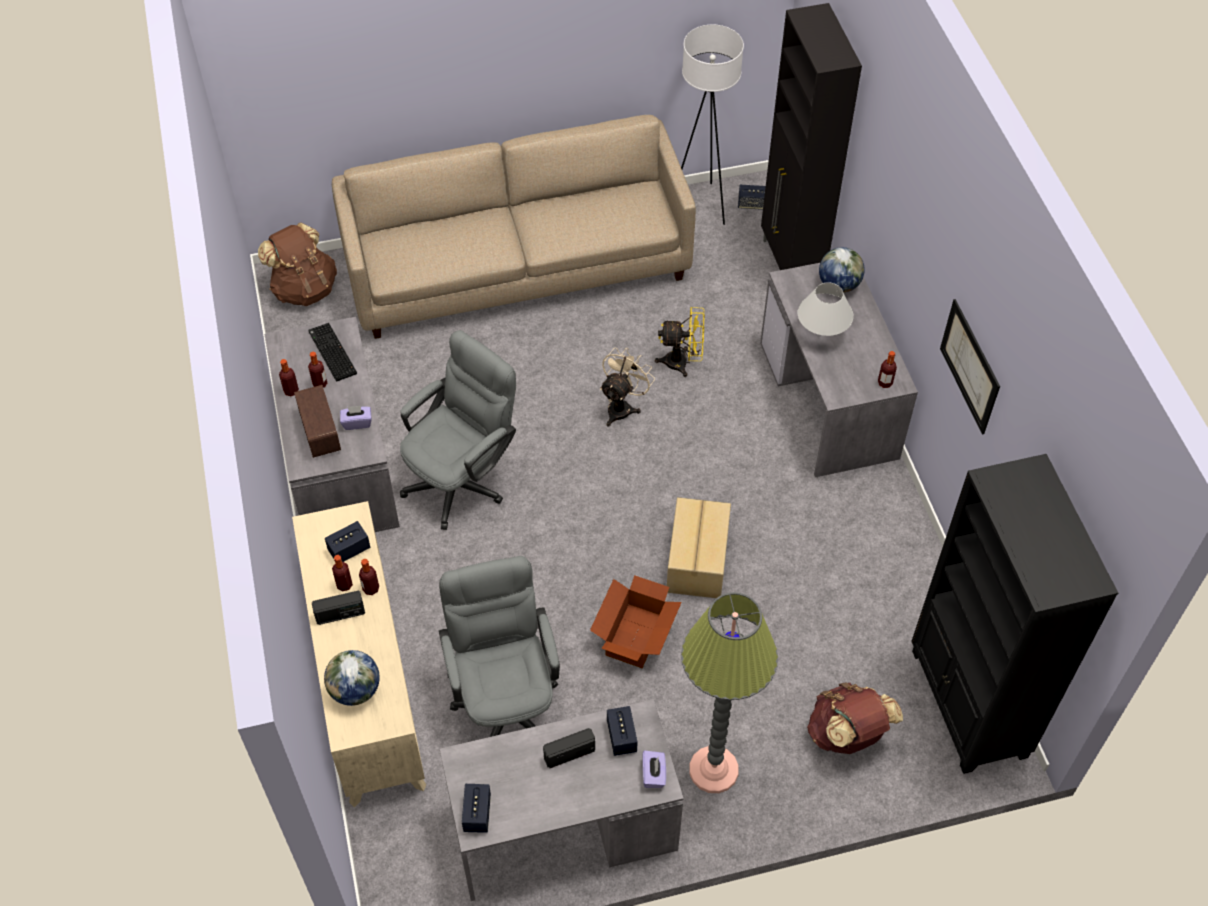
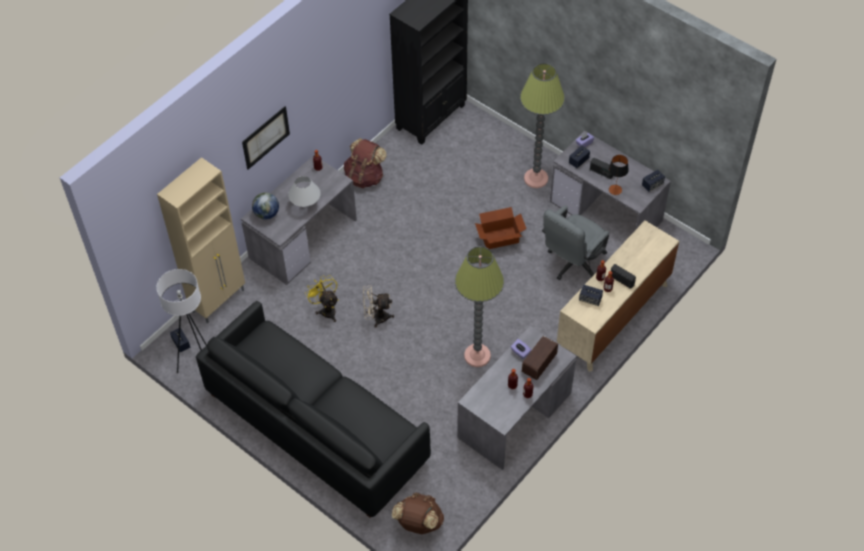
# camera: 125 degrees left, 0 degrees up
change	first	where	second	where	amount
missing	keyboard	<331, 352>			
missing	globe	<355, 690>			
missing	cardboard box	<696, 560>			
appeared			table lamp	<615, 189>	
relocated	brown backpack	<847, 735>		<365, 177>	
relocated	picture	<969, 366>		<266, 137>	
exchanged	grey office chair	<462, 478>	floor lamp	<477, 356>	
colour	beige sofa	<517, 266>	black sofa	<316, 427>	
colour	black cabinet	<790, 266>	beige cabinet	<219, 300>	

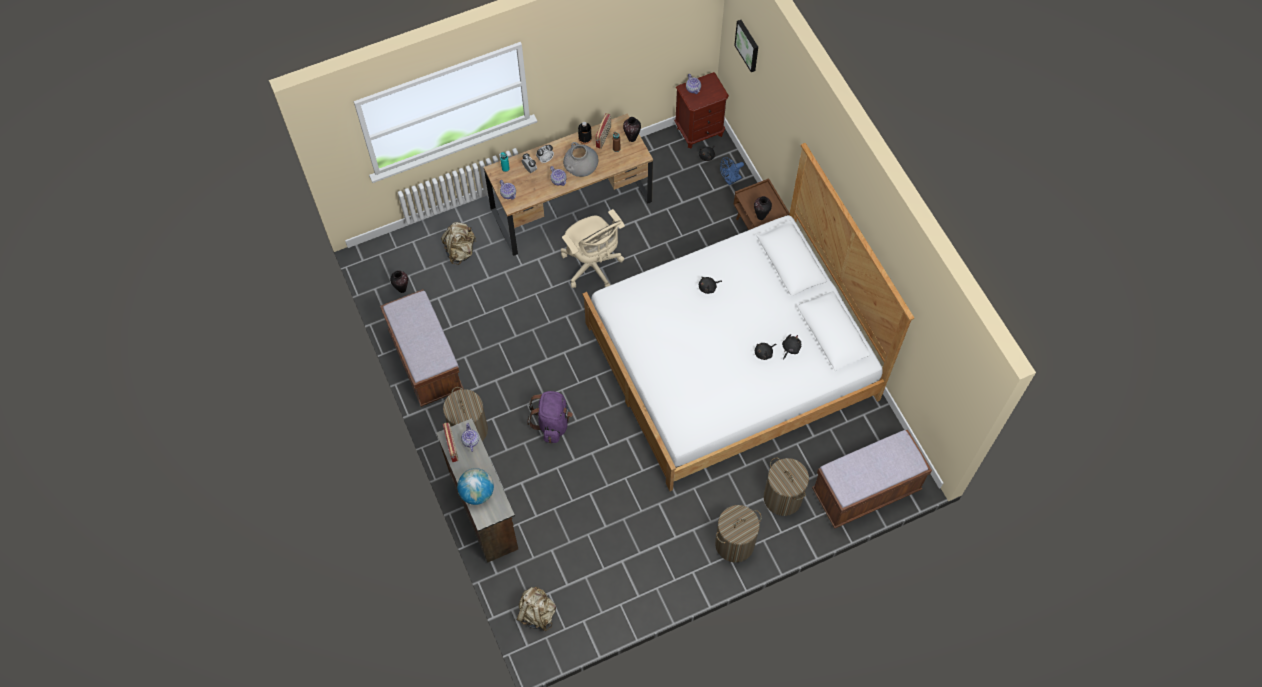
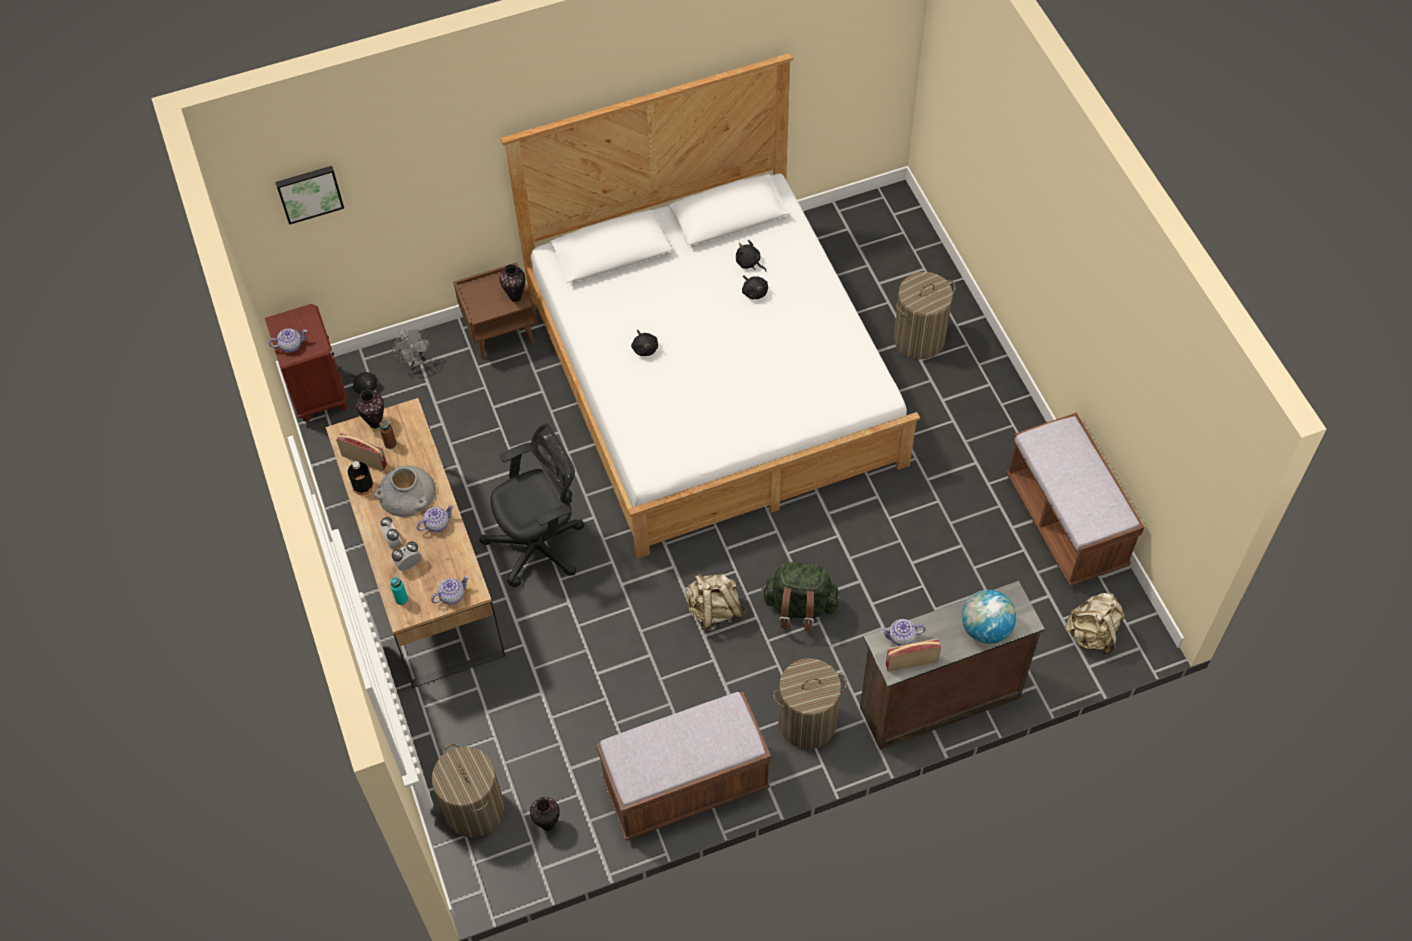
# camera: 85 degrees left, 5 degrees down
change	first	where	second	where	amount
relocated	beige backpack	<460, 251>		<714, 611>	
relocated	laundry basket	<734, 543>		<474, 809>	
relocated	brown bench	<866, 491>		<1065, 522>	
colour	purple backpack	<552, 422>	green backpack	<800, 607>	
colour	beige office chair	<593, 267>	black office chair	<540, 545>	
colour	blue fan	<730, 180>	grey fan	<414, 361>	

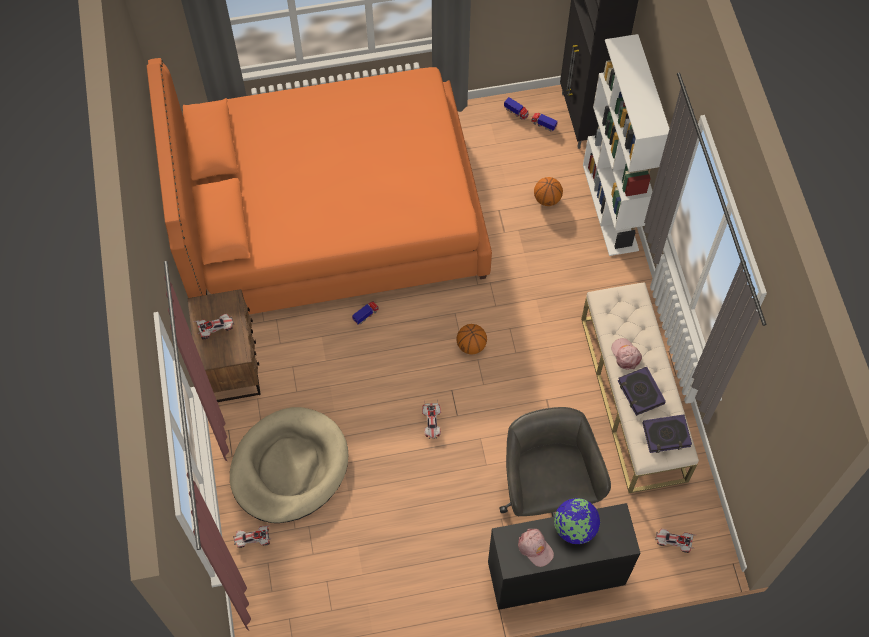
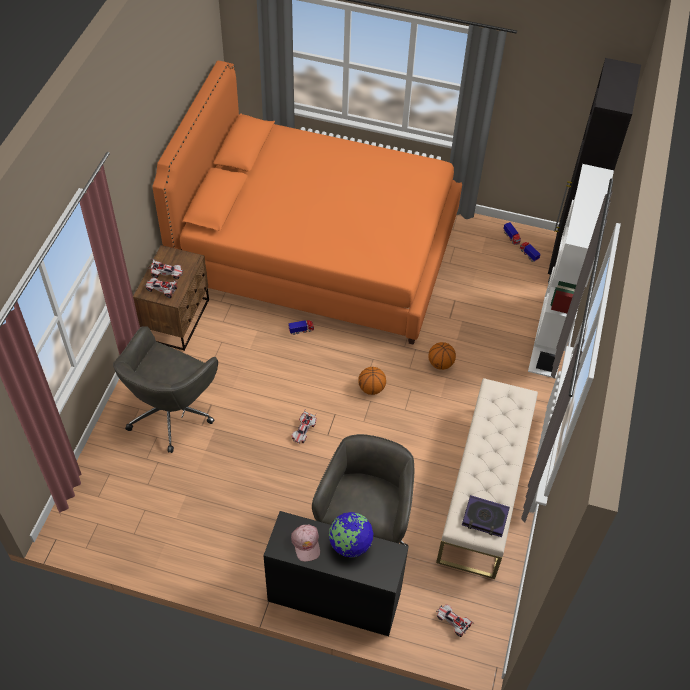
# camera: 25 degrees right, 10 degrees down
change	first	where	second	where	amount
missing	pink cap	<625, 355>			
missing	book	<640, 392>			
relocated	toy car	<253, 539>		<162, 290>	
relocated	basketball	<547, 199>		<440, 364>	
exchanged	beige dog bed	<289, 467>	grey office chair	<172, 412>	

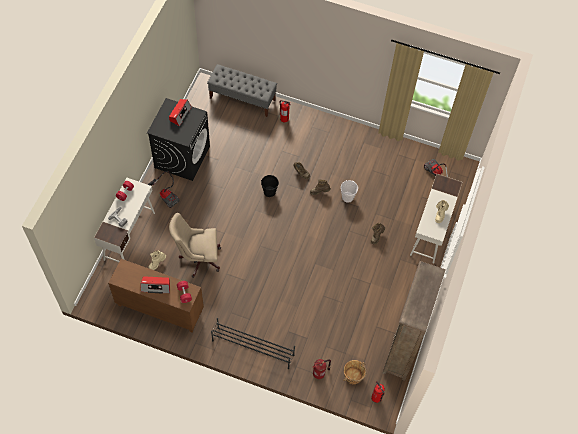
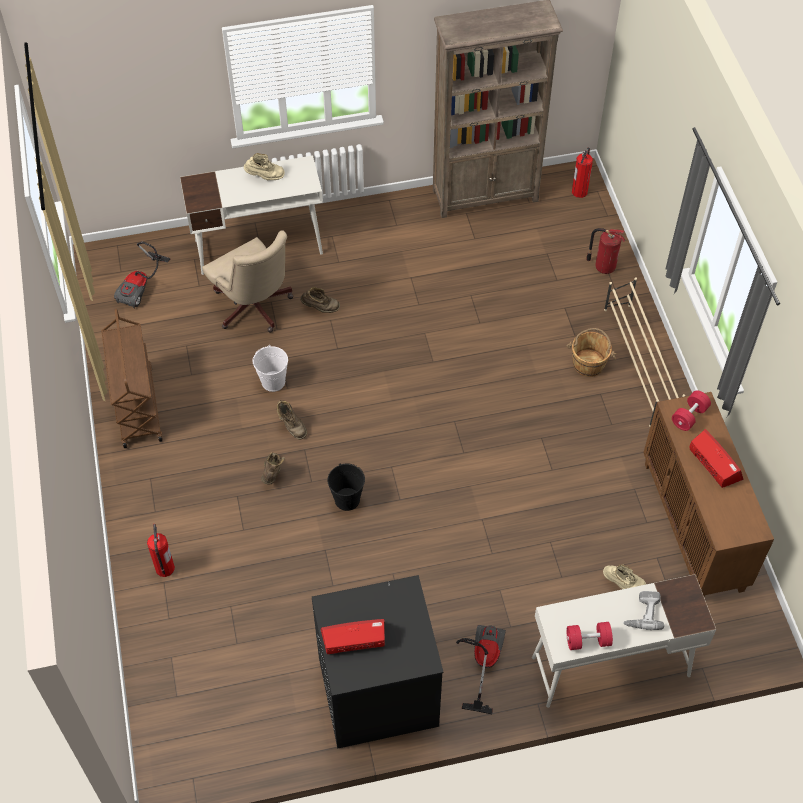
# camera: 120 degrees left, 5 degrees down
change	first	where	second	where	amount
missing	grey bench	<242, 99>			
appeared			brown cart	<137, 406>	
relocated	beige office chair	<198, 258>		<254, 309>	
relocated	brown bucket	<353, 376>		<588, 363>	
colour	black shoe rack	<252, 347>	beige shoe rack	<639, 364>	

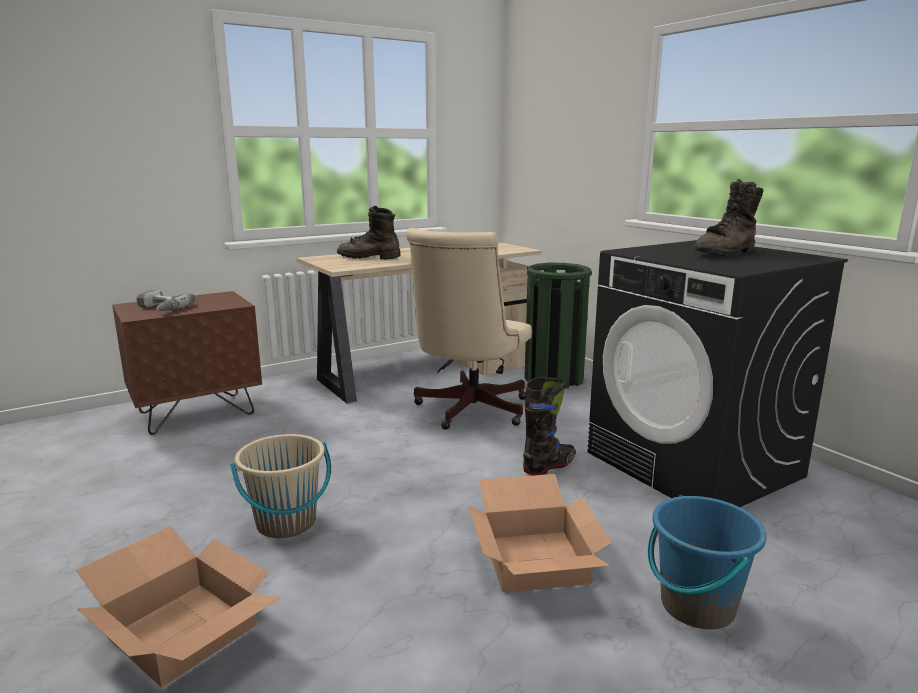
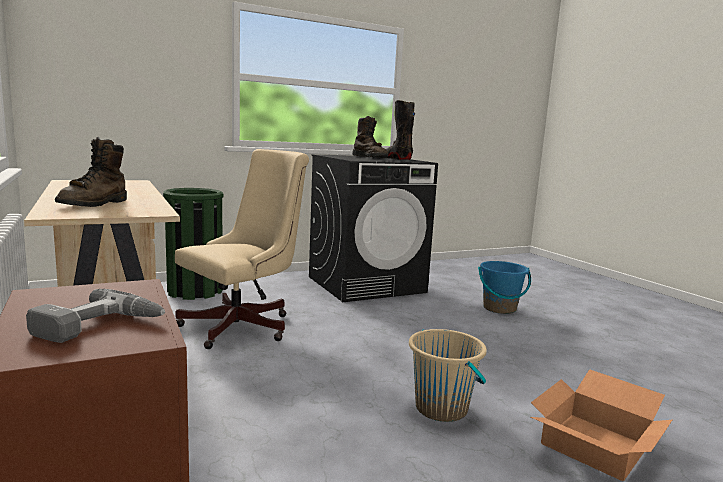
# camera: 85 degrees left, 5 degrees down
change	first	where	second	where	amount
missing	cardboard box	<537, 560>			
relocated	black boot	<549, 466>		<397, 158>	
spun	beige office chair	<468, 411>		<244, 326>	75 degrees counterclockwise

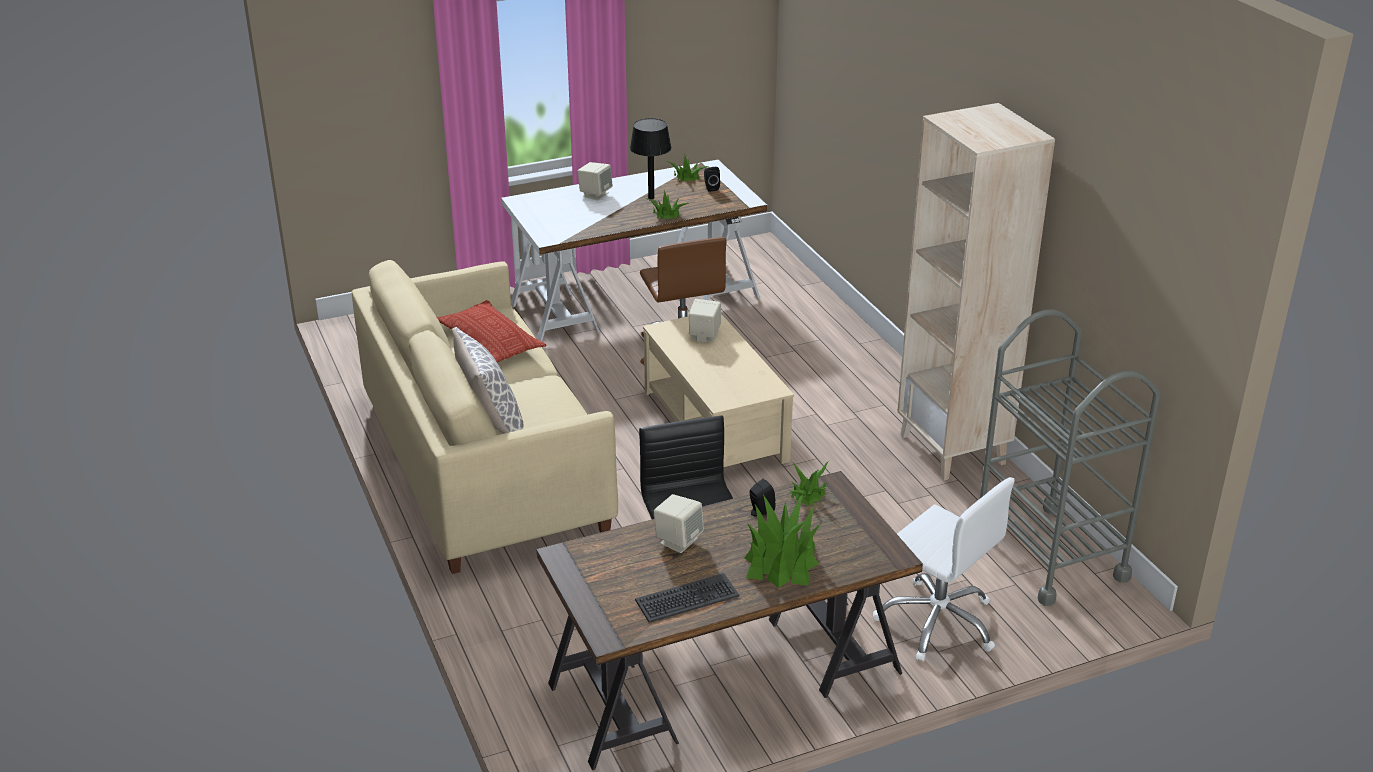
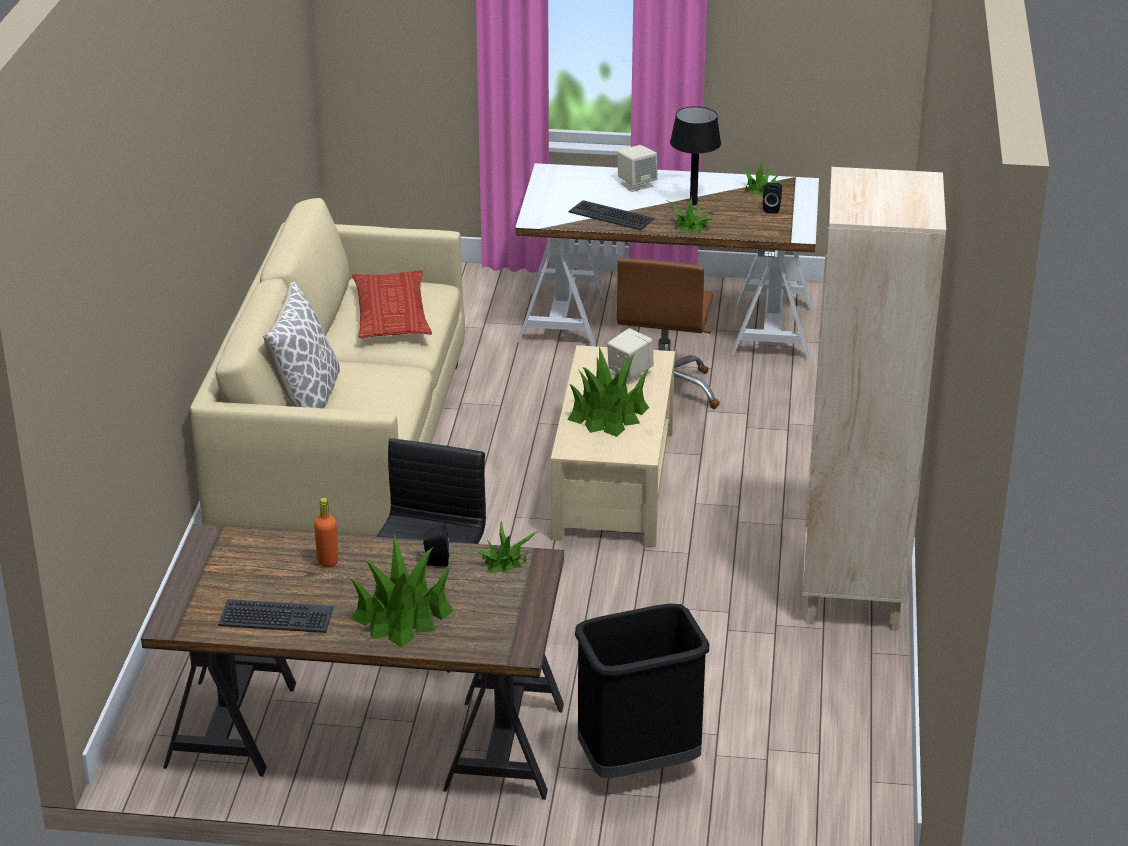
# camera: 30 degrees right, 0 degrees up
change	first	where	second	where	amount
missing	grey cart	<1049, 553>			
appeared			potted plant	<608, 414>	
appeared			keyboard	<611, 216>	
exchanged	beige speaker	<678, 540>	orange bottle	<328, 561>	
exchanged	white office chair	<938, 622>	black trash can	<638, 764>	

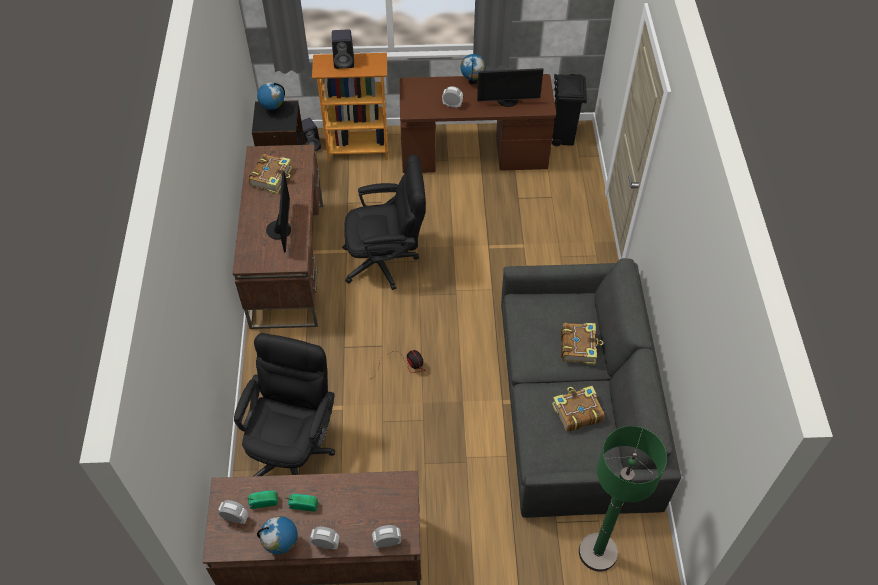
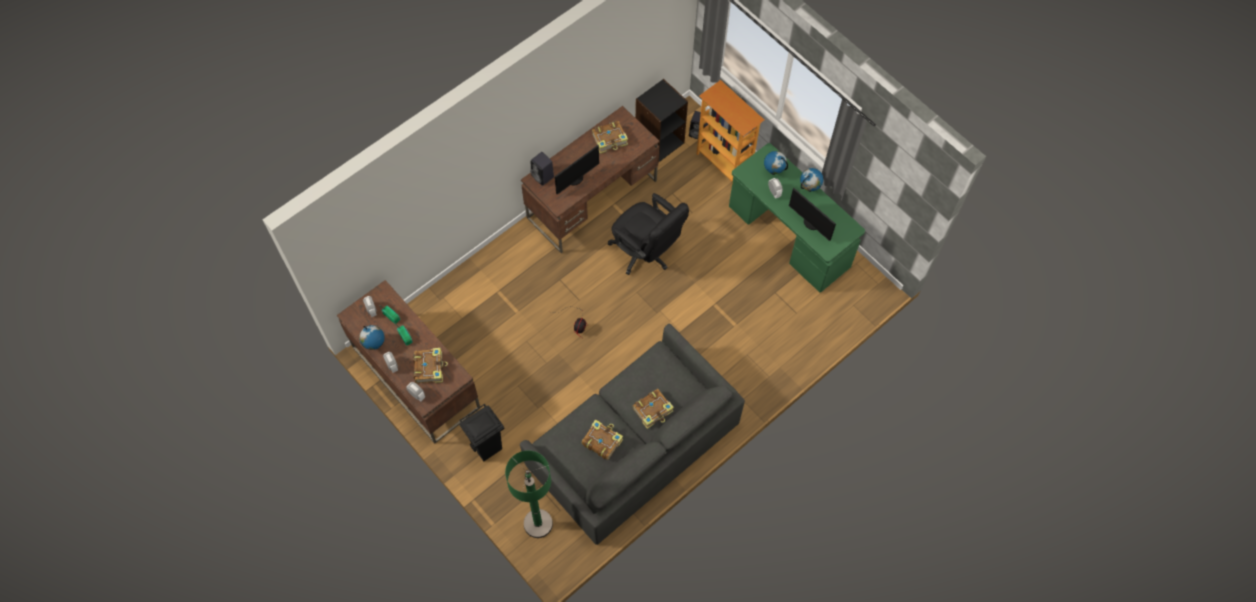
# camera: 50 degrees right, 10 degrees up
change	first	where	second	where	amount
missing	black office chair	<294, 447>			
appeared			book	<430, 368>	
relocated	globe	<273, 110>		<773, 171>	
relocated	black speaker	<345, 62>		<543, 176>	
relocated	black trash can	<562, 137>		<487, 447>	
colour	brown desk	<474, 154>	green desk	<789, 236>	

